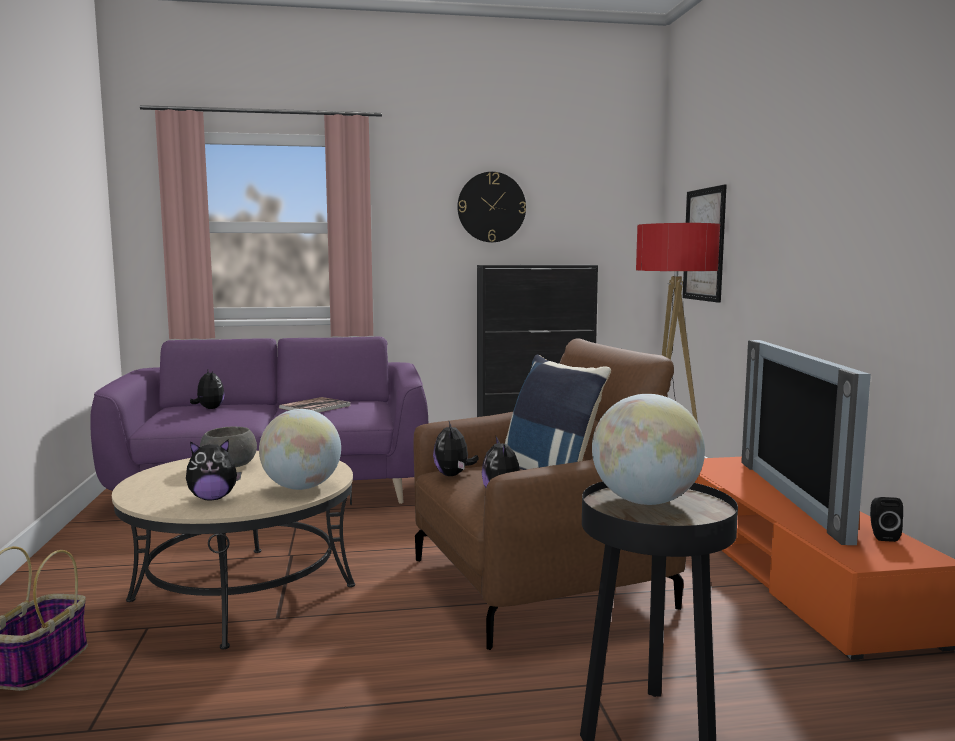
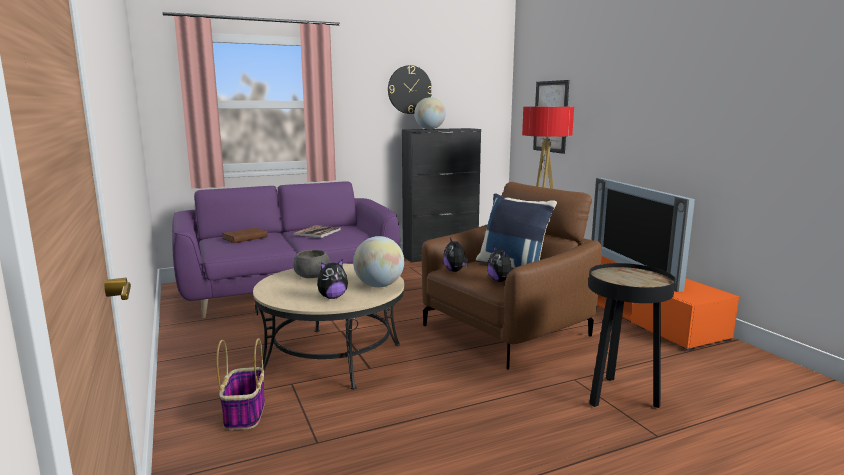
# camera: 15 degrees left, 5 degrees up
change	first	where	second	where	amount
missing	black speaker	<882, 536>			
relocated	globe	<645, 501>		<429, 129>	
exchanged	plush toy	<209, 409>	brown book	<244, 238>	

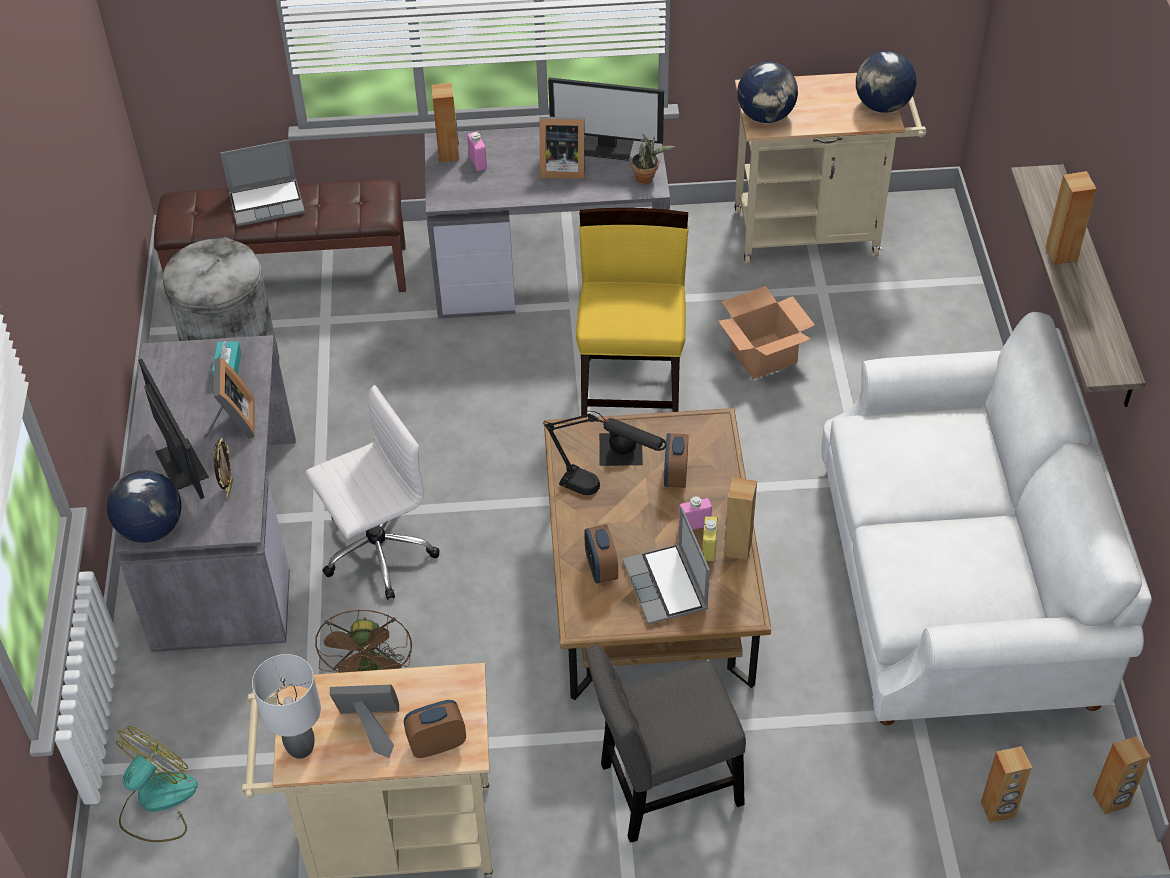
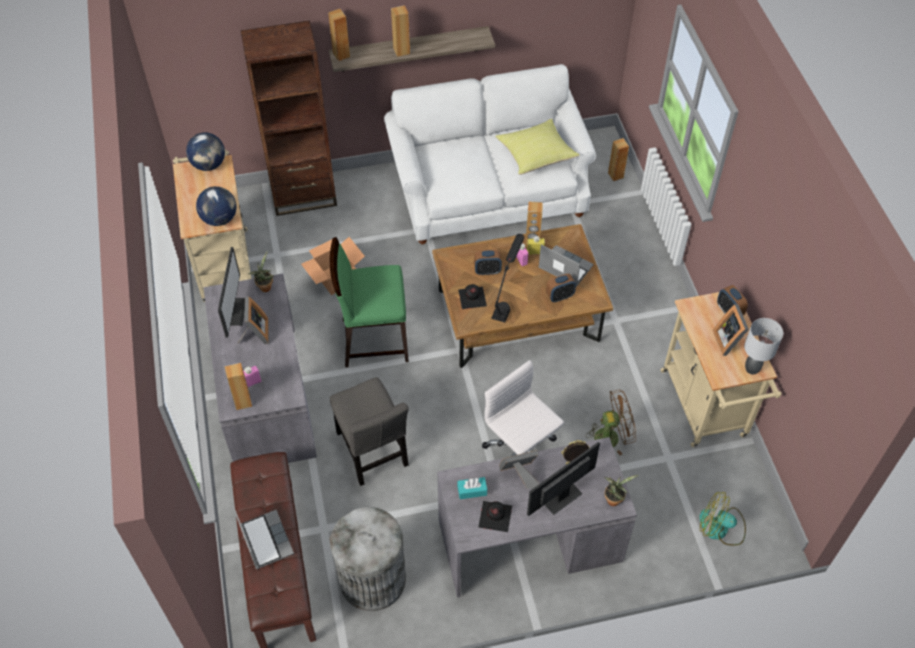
# camera: 100 degrees left, 5 degrees up
change	first	where	second	where	amount
appeared			brown bookcase	<303, 195>	
appeared			black bottle	<494, 516>	
appeared			yellow pillow	<536, 155>	
relocated	grey chair	<663, 788>		<372, 453>	
relocated	brown speaker	<1111, 800>		<341, 55>	
exchanged	globe	<151, 528>	potted plant	<614, 499>	
colour	yellow chair	<632, 393>	green chair	<374, 339>	
spun	laptop	<667, 586>		<564, 267>	120 degrees counterclockwise

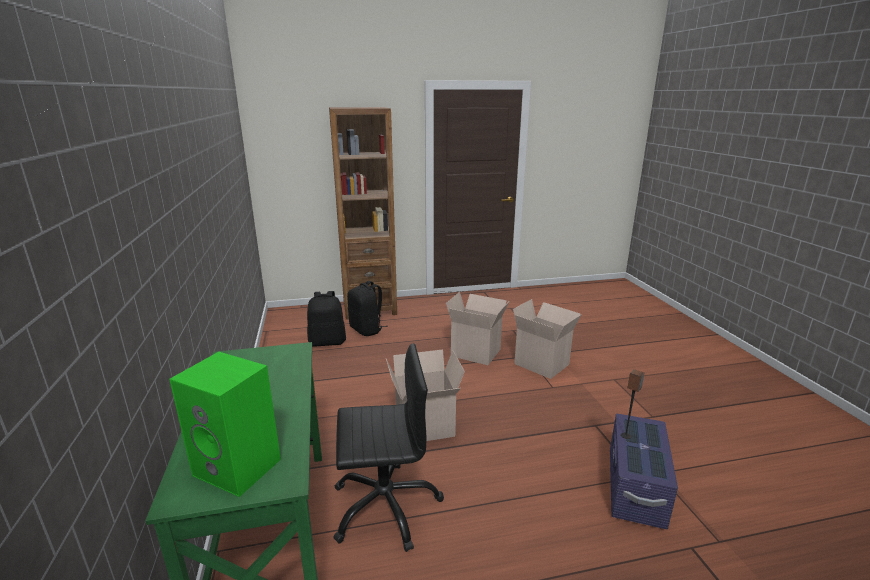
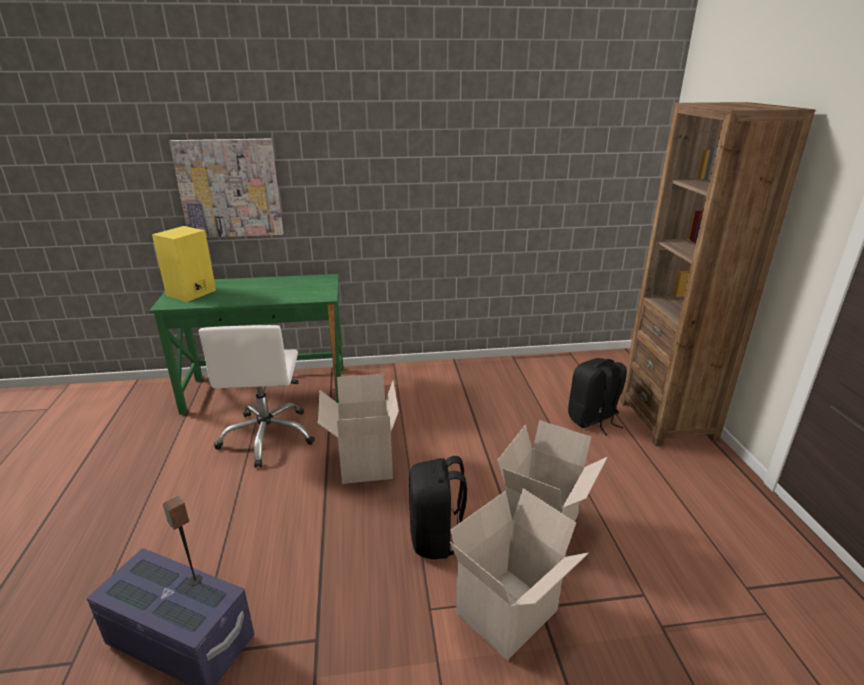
# camera: 95 degrees right, 5 degrees up
change	first	where	second	where	amount
appeared			picture	<229, 189>	
relocated	black backpack	<327, 342>		<437, 538>	
colour	green speaker	<240, 467>	yellow speaker	<191, 293>	
colour	black office chair	<385, 506>	white office chair	<268, 436>	

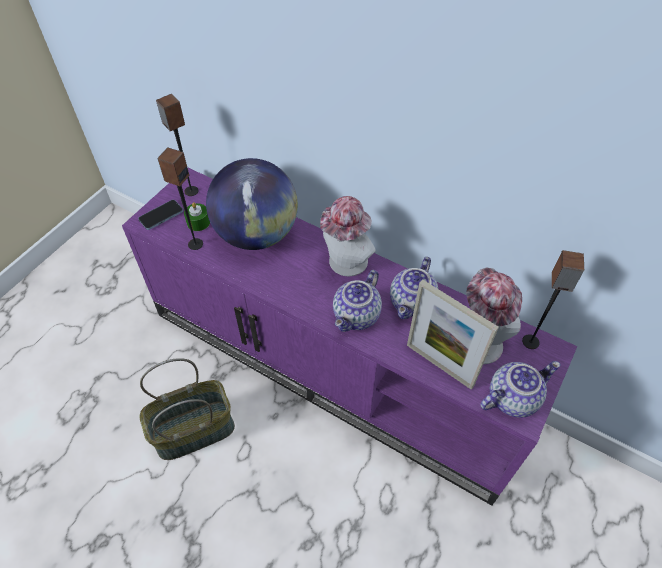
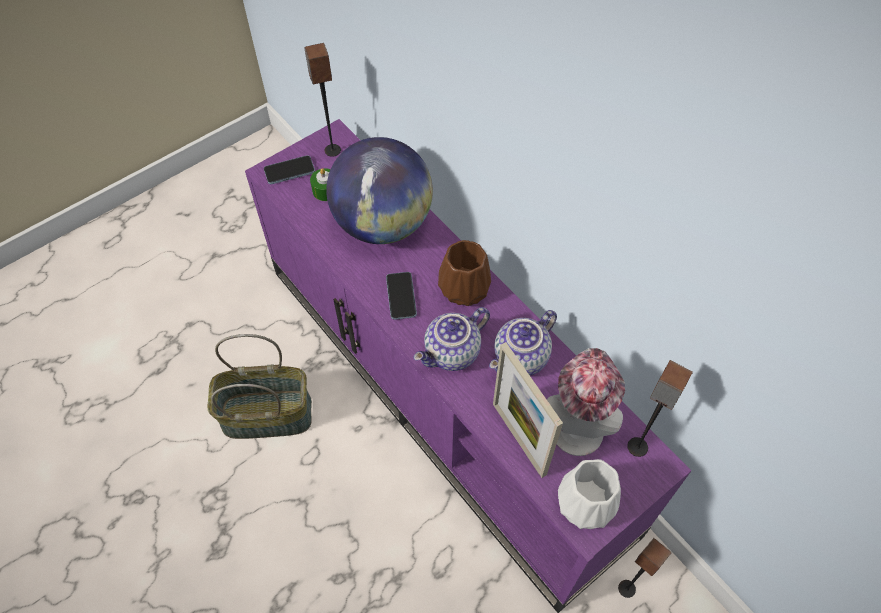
# camera: 20 degrees right, 5 degrees up
change	first	where	second	where	amount
appeared			phone	<401, 296>	
relocated	speaker	<195, 244>		<626, 588>	
exchanged	hat	<345, 264>	brown vase	<465, 288>	
exchanged	teapot	<512, 397>	white vase	<584, 502>	

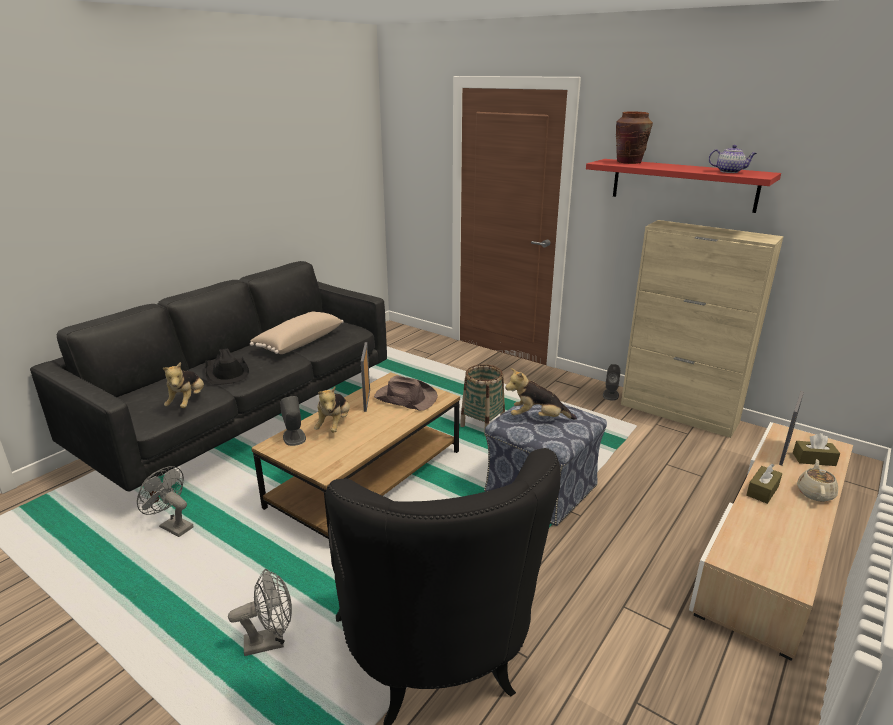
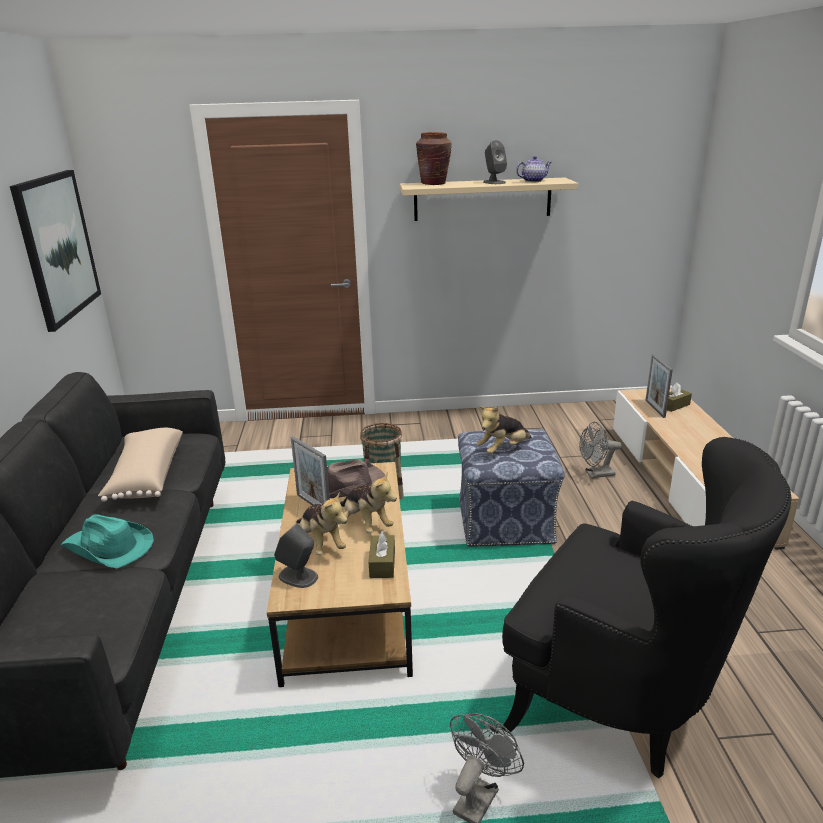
# camera: 40 degrees left, 0 degrees up
change	first	where	second	where	amount
missing	beige cabinet	<679, 414>			
missing	beige teapot	<815, 493>			
appeared			picture	<58, 247>	
relocated	grey fan	<172, 526>		<595, 474>	
relocated	plush toy	<188, 402>		<366, 523>	
relocated	grey speaker	<610, 395>		<494, 182>	
relocated	brown tissue box	<762, 491>		<382, 564>	
colour	black hat	<226, 372>	turquoise hat	<108, 548>	
colour	red shelf	<683, 184>	beige shelf	<482, 199>	

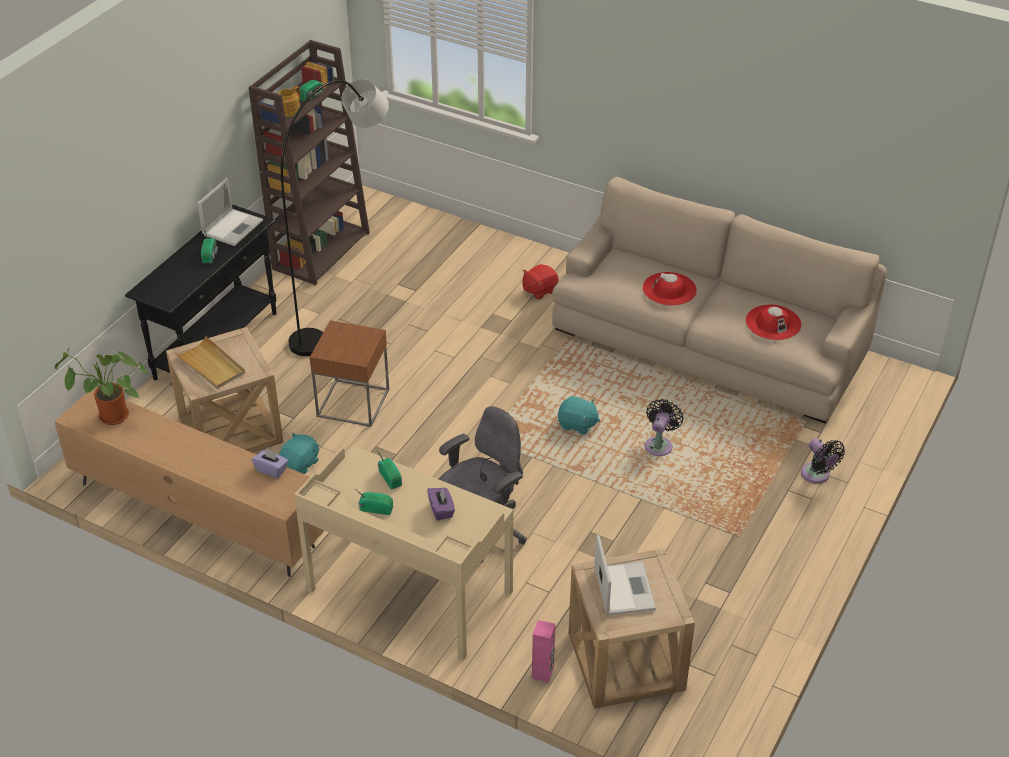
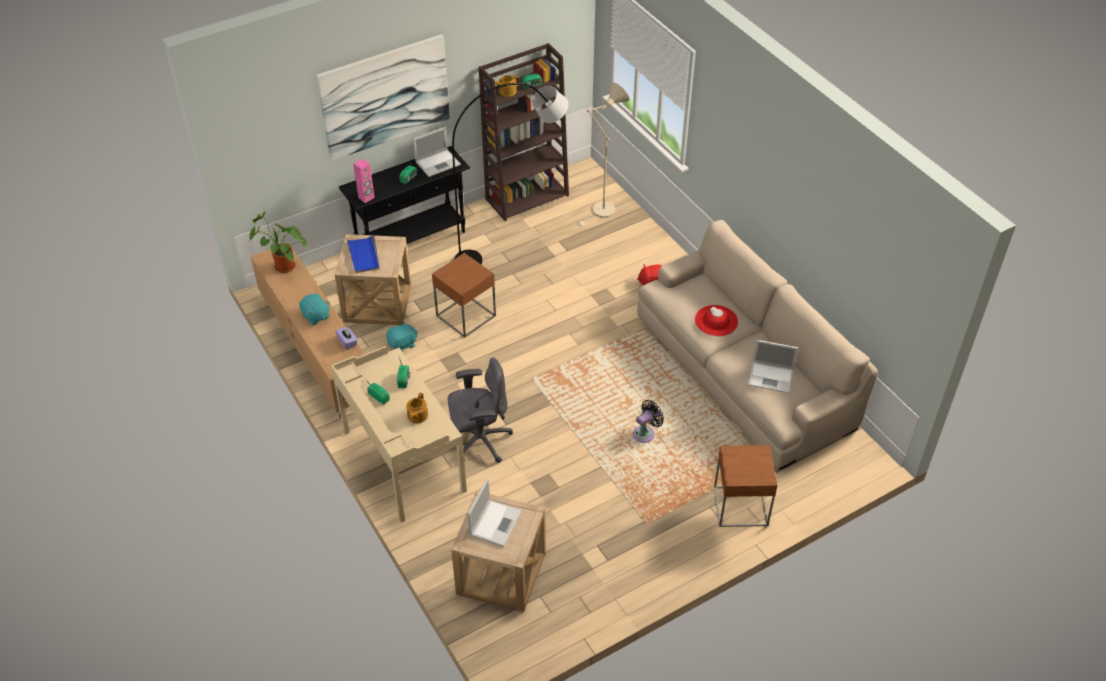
# camera: 30 degrees right, 5 degrees up
change	first	where	second	where	amount
appeared			picture	<385, 97>	
appeared			beige floor lamp	<600, 212>	
relocated	pink speaker	<543, 673>		<366, 198>	
relocated	turquoise plush toy	<577, 424>		<316, 316>	
exchanged	purple tissue box	<441, 510>	teapot	<417, 415>	
exchanged	red hat	<773, 322>	laptop	<771, 377>	
exchanged	black fan	<817, 475>	brown side table	<740, 506>	
colour	beige tray	<211, 365>	blue tray	<364, 255>	

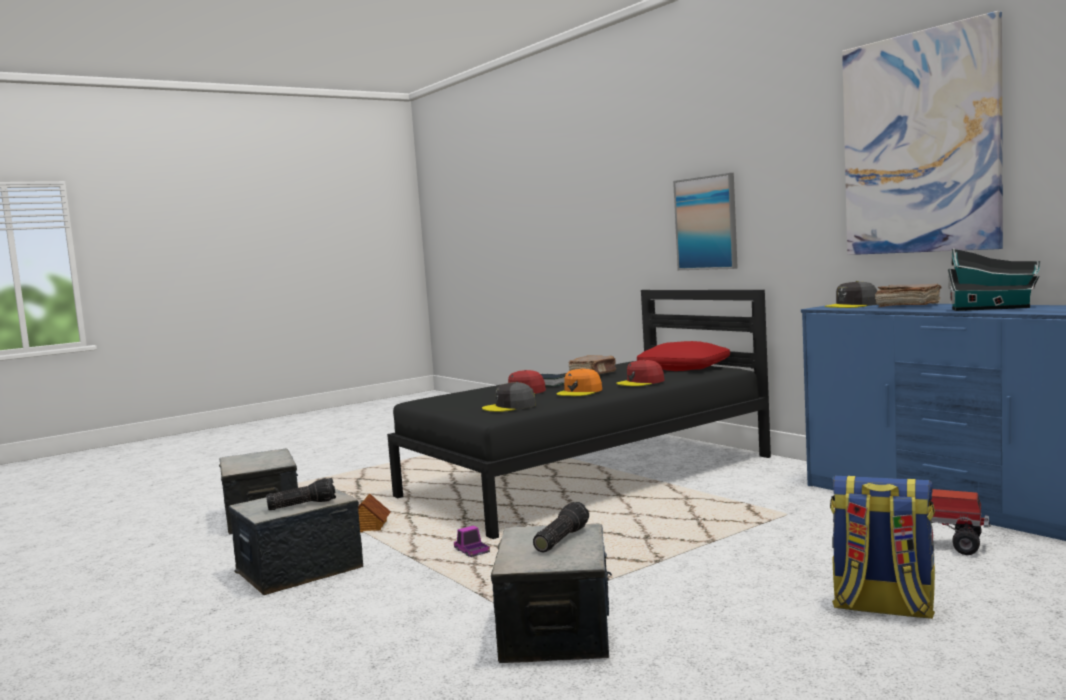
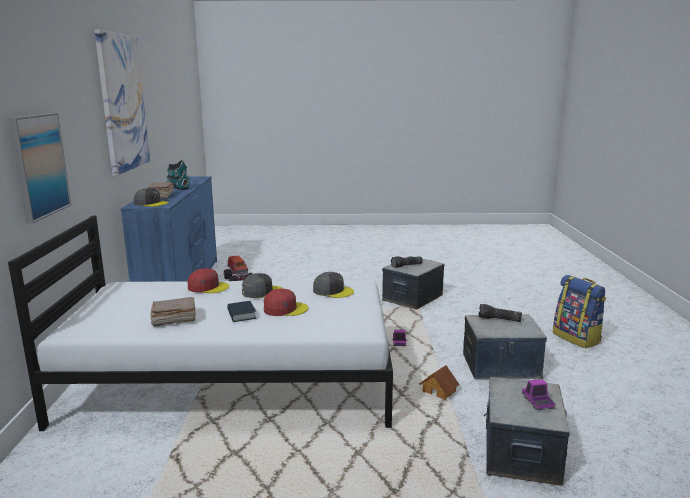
# camera: 145 degrees left, 10 degrees up
change	first	where	second	where	amount
missing	red pillow	<684, 368>			
appeared			toy truck	<537, 402>	
relocated	backpack	<882, 607>		<577, 338>	
colour	black bed	<588, 476>	white bed	<232, 382>	
colour	orange cap	<580, 392>	grey cap	<262, 292>	

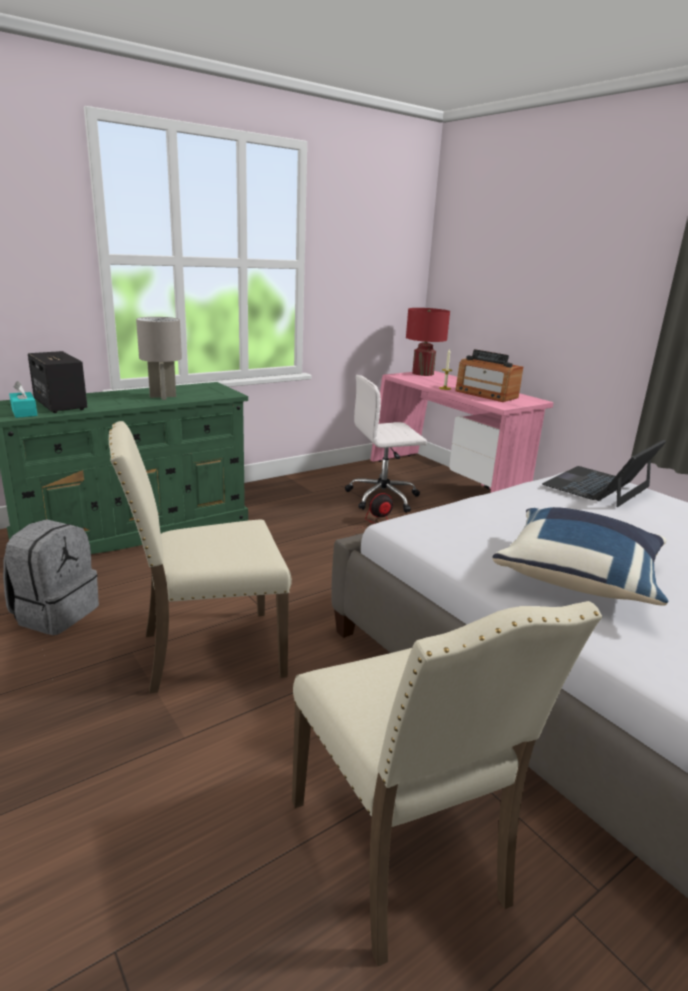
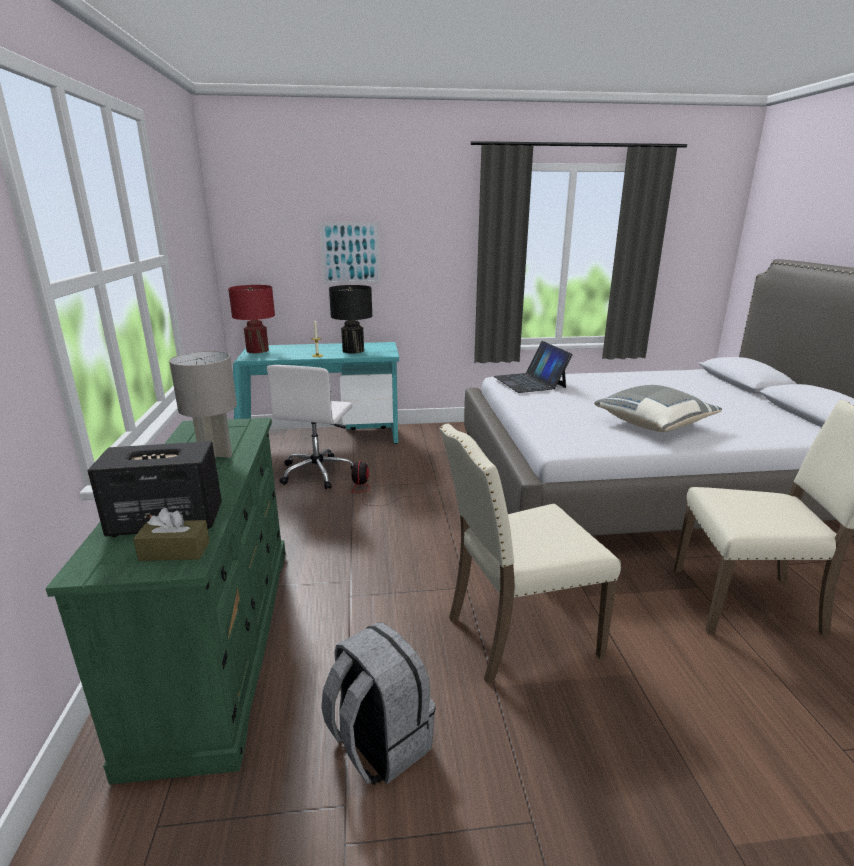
# camera: 60 degrees left, 0 degrees up
change	first	where	second	where	amount
appeared			picture	<350, 253>	
exchanged	radio	<486, 394>	black table lamp	<353, 350>	
colour	turquoise tissue box	<24, 412>	brown tissue box	<175, 551>	
colour	pink desk	<446, 481>	turquoise desk	<321, 439>	
colour	blue pillow	<579, 577>	grey pillow	<652, 424>	
spun	beige chair	<208, 652>		<518, 634>	60 degrees clockwise

